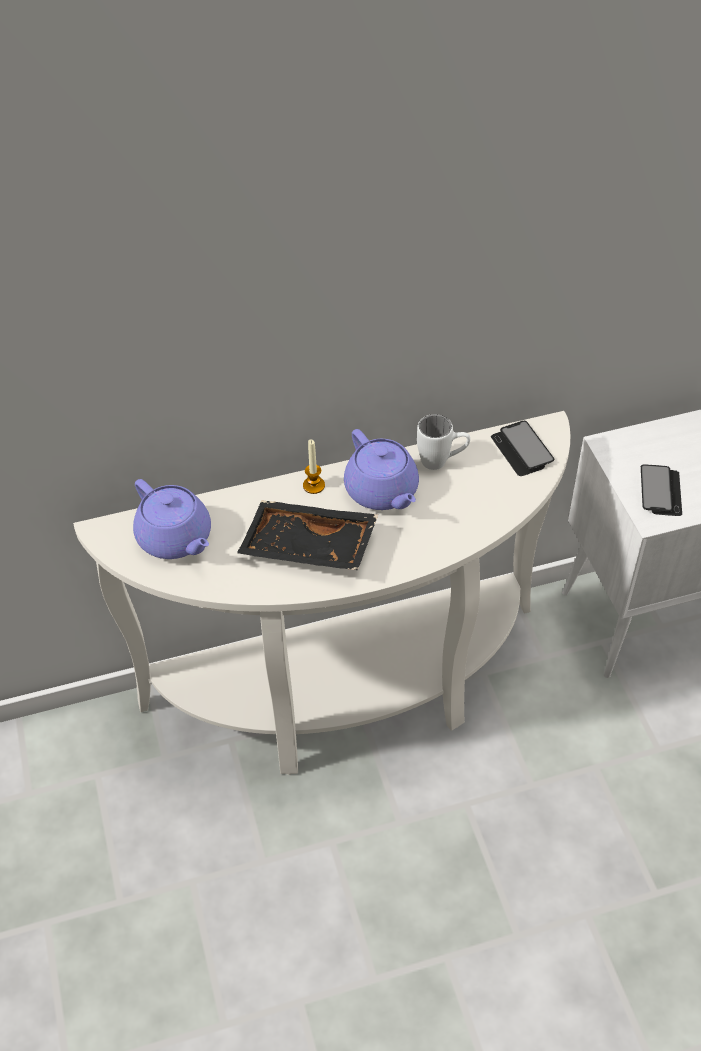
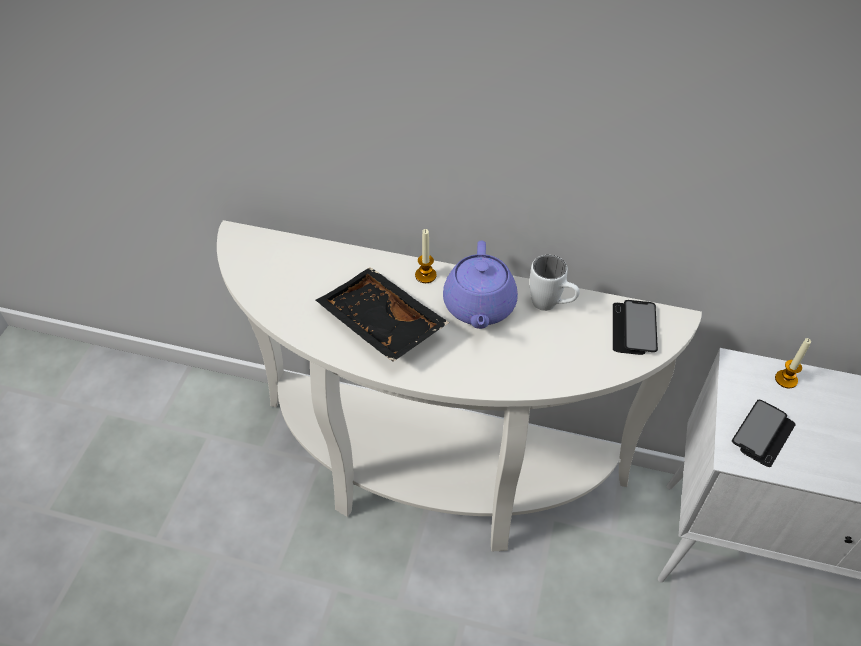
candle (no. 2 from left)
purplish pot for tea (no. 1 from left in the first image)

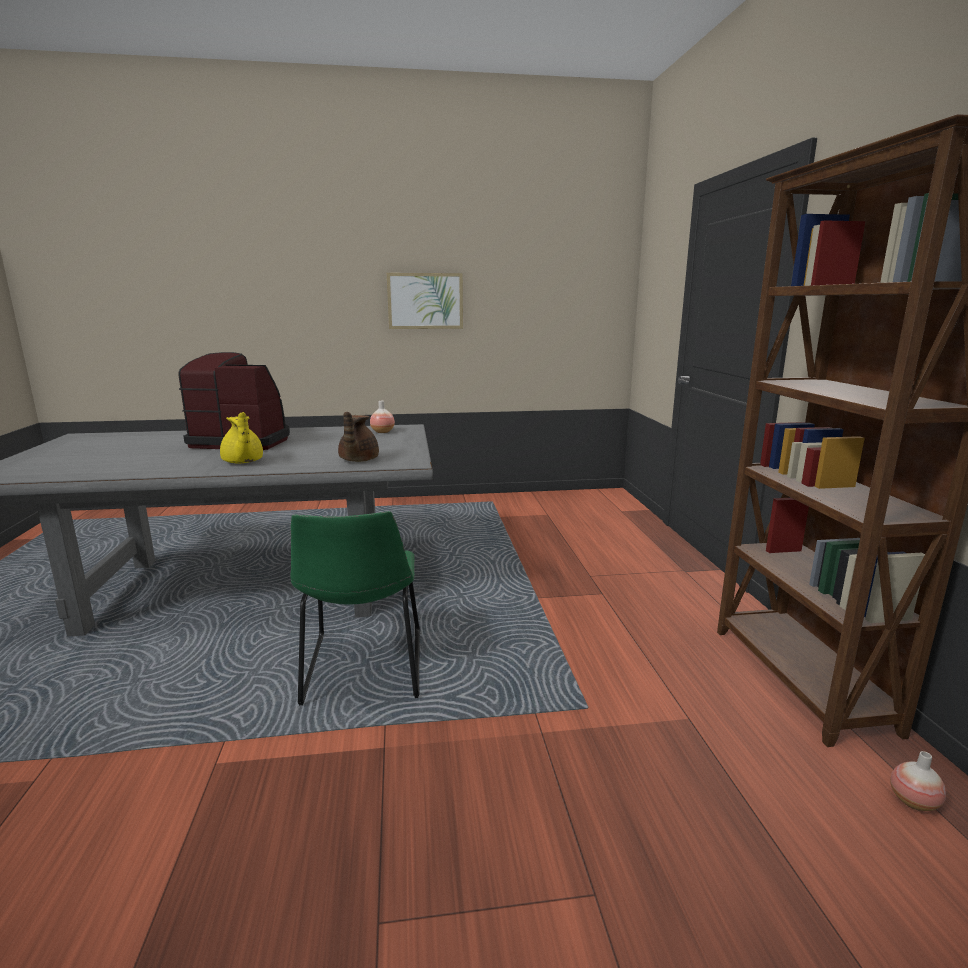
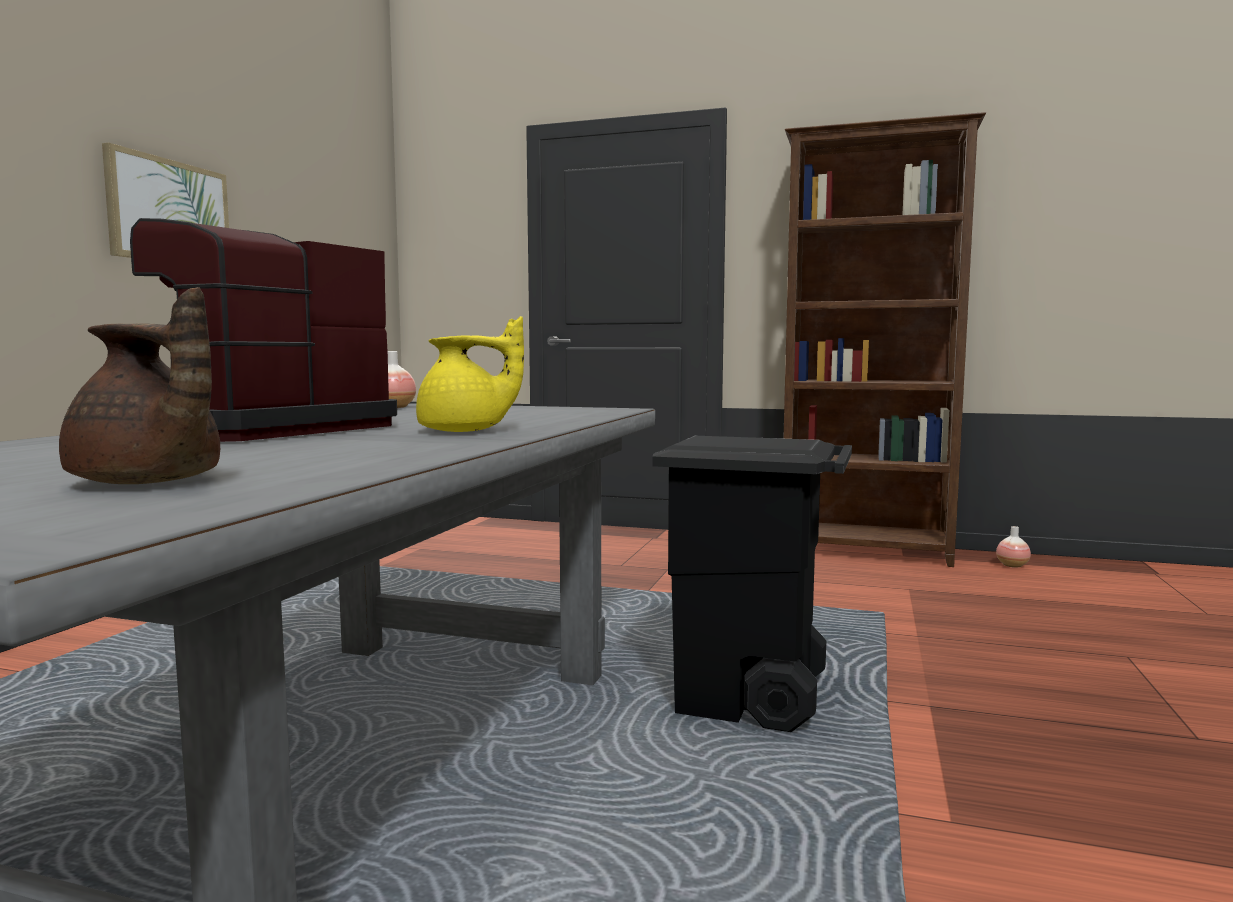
brown-coloured pot for tea
blackish trash can

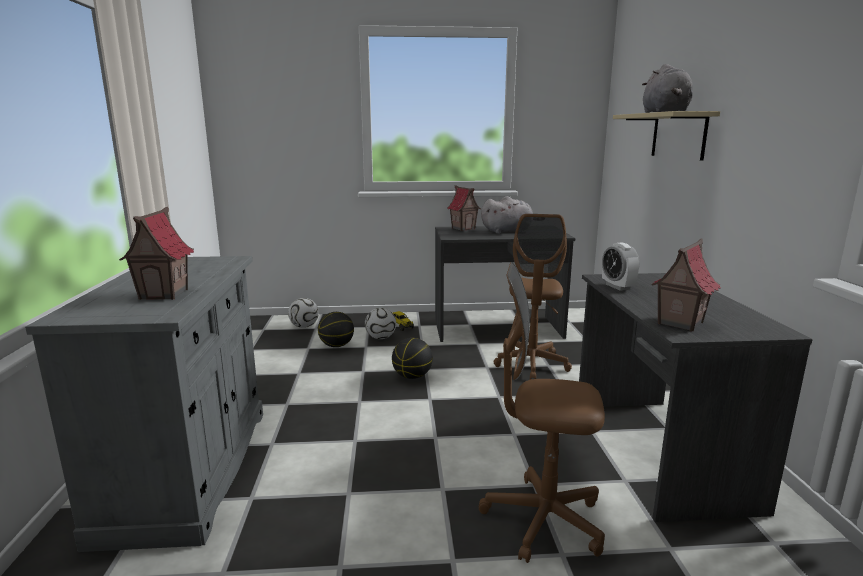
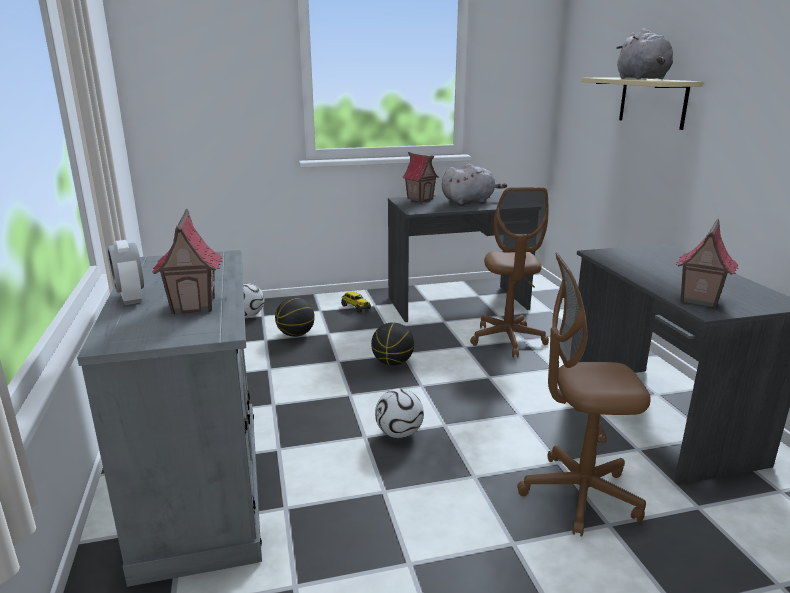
bedside clock
football ball (no. 2 from left)

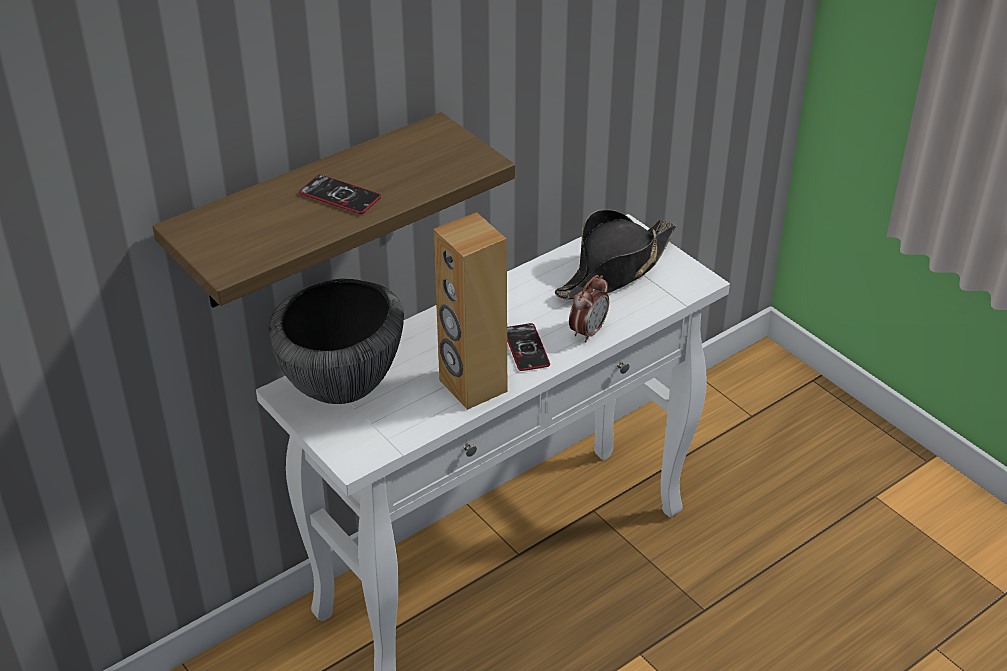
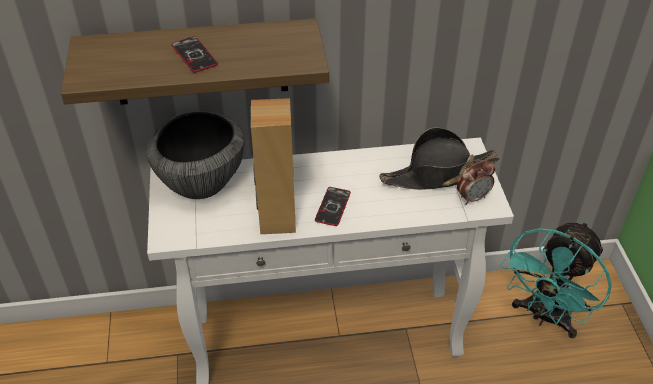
bedside clock
turquoise-coloured cooling fan

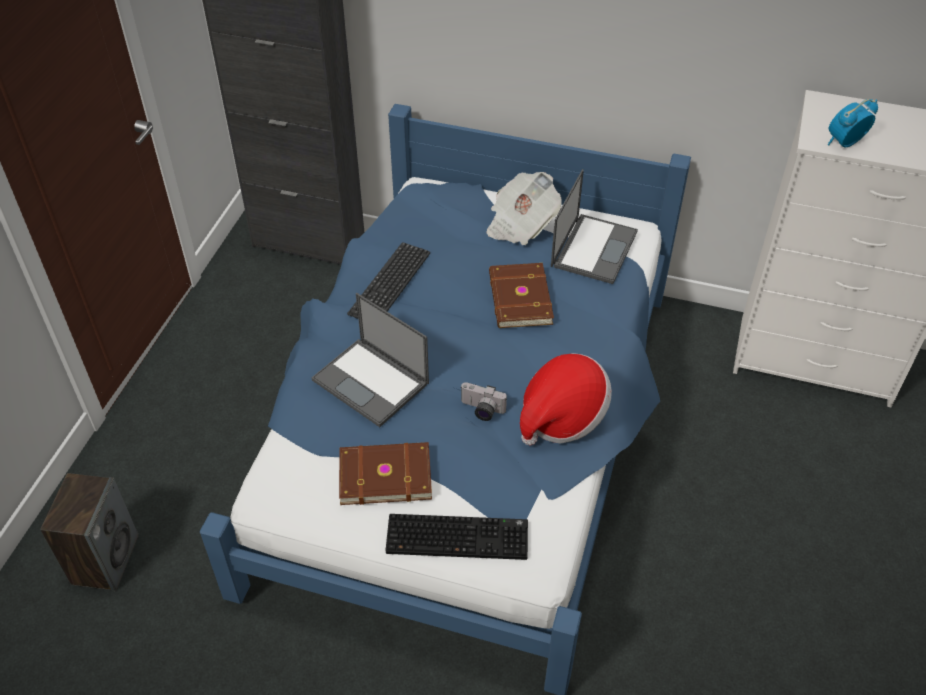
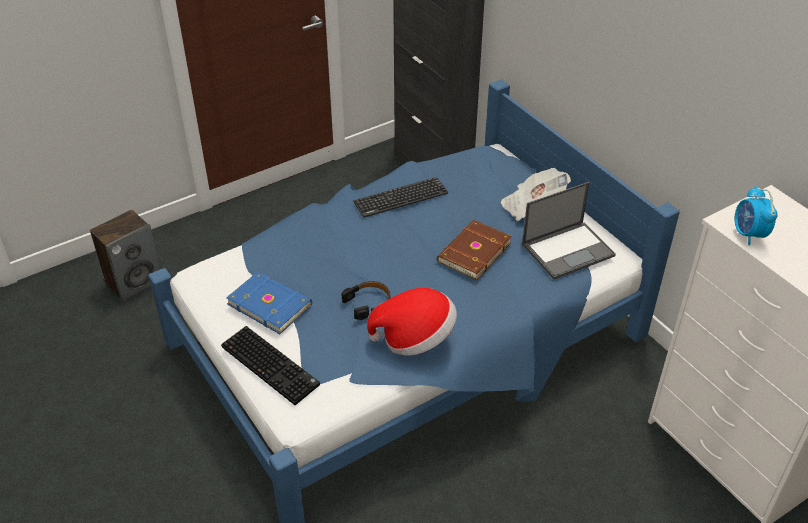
blue bound book
blackish headset
bedside clock
laptop (no. 1 from left in the first image)

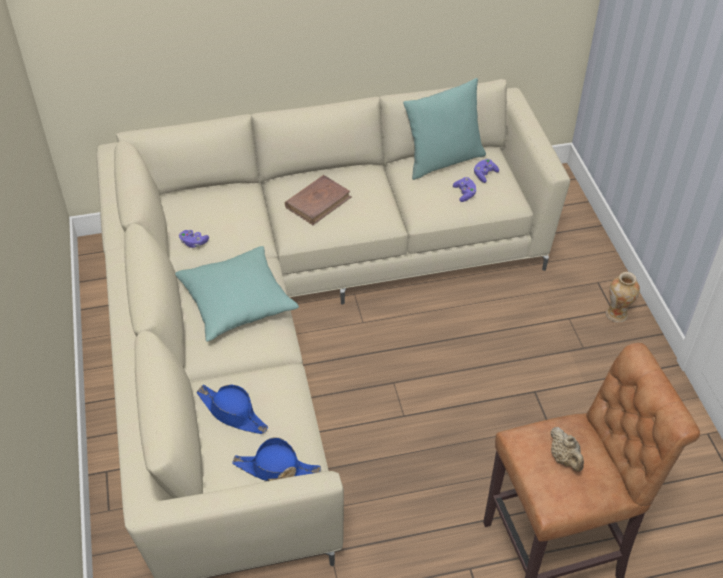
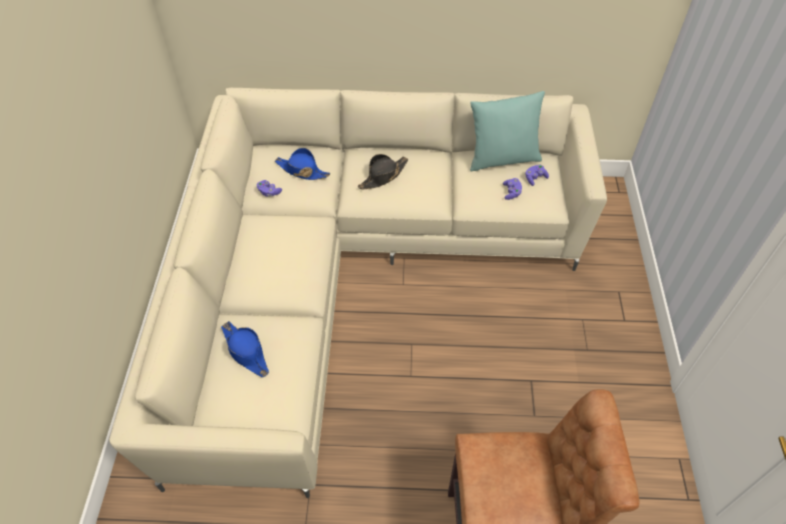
blue clothing hat (no. 2 from left)
blackish clothing hat
turquoise-coloured throw pillow (no. 1 from left in the first image)
beige pot for tea
decorative vase

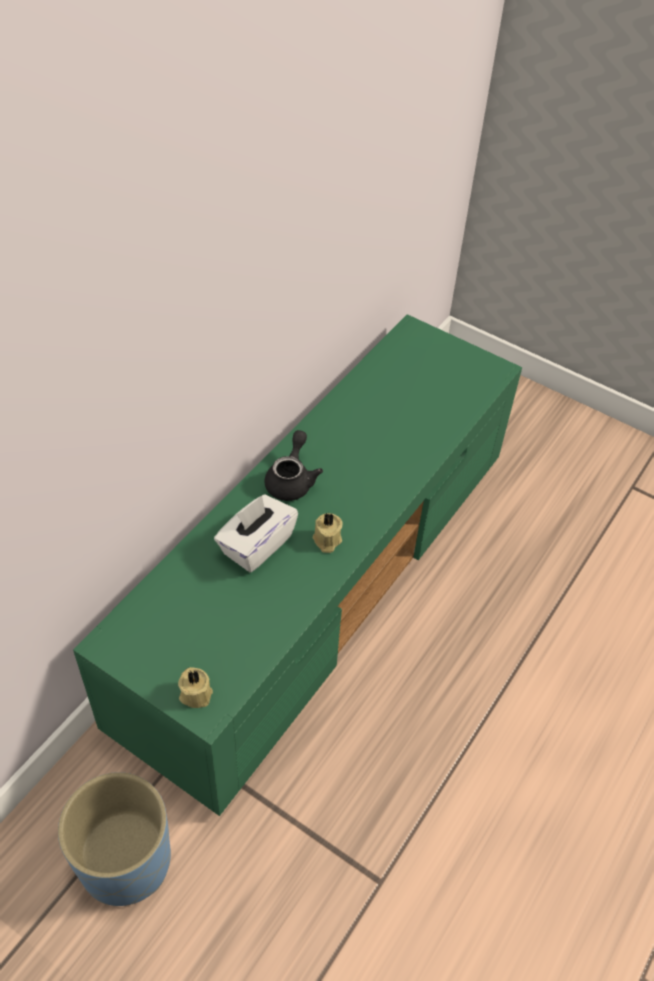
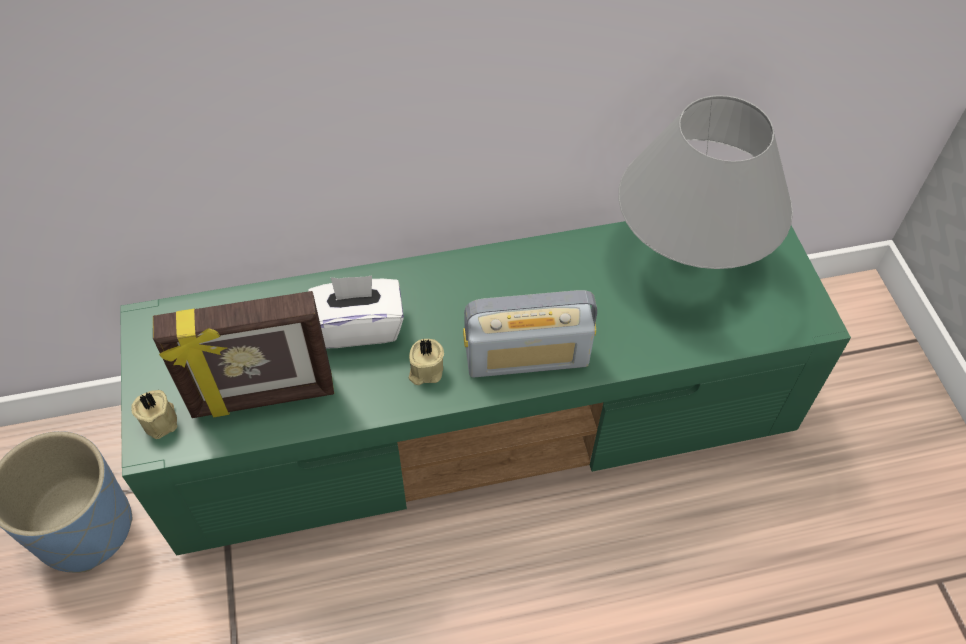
standing frame
radio receiver
greyish table lamp
blackish pot for tea

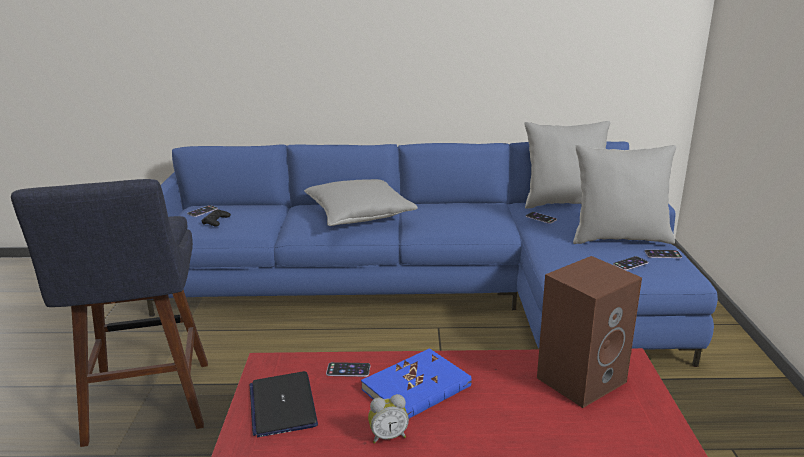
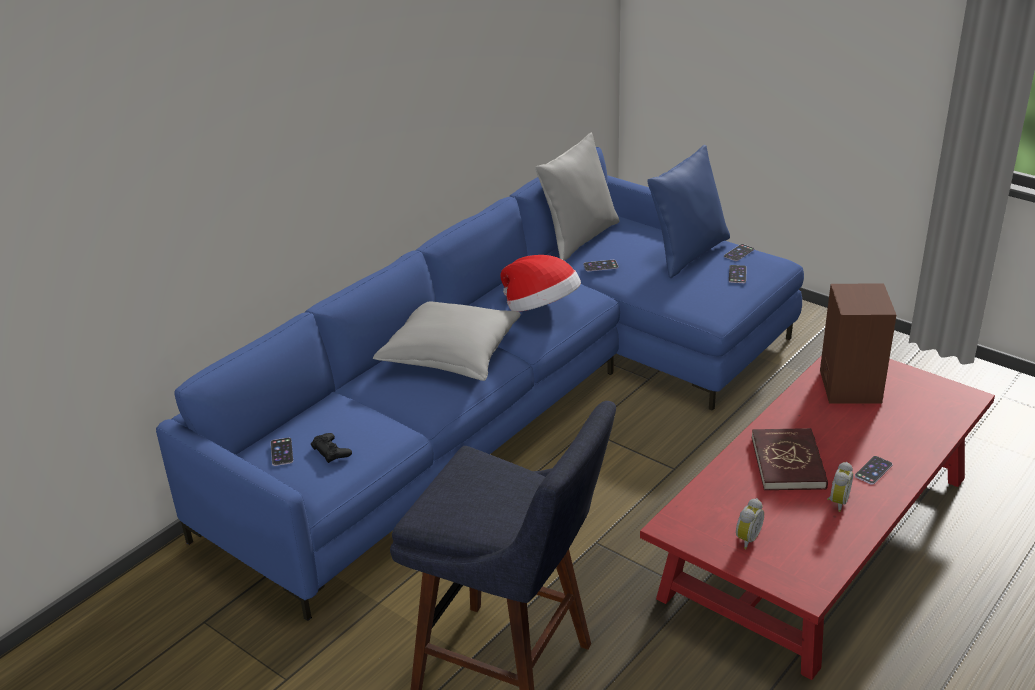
clothing hat
blue throw pillow
bedside clock (no. 1 from left)
red-coloured bound book
phone (no. 5 from left)

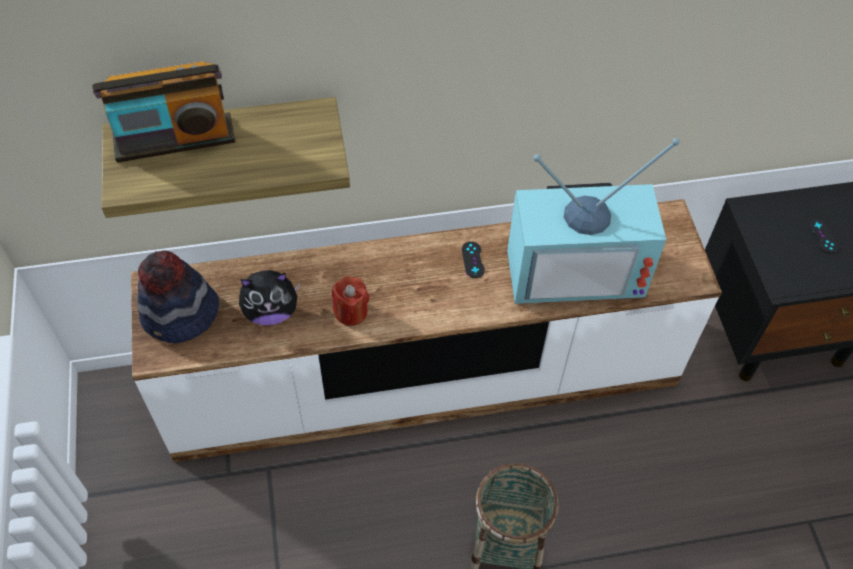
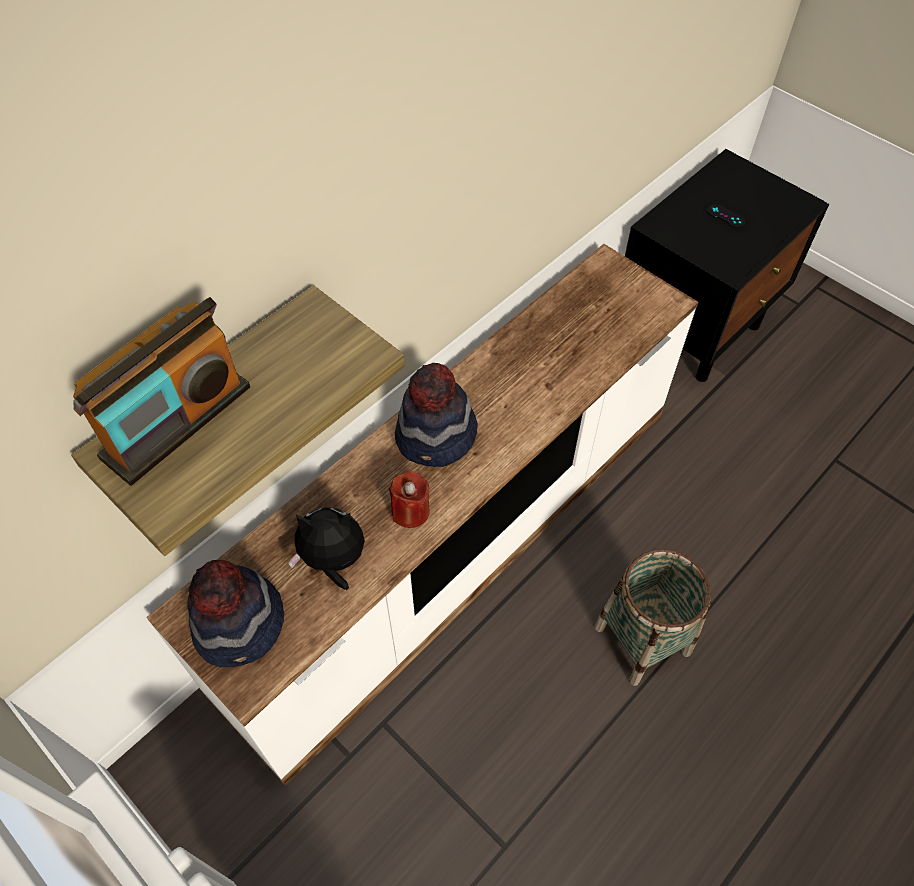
soft toy
clothing hat (no. 2 from left)
blackish game controller (no. 1 from left in the first image)
television

